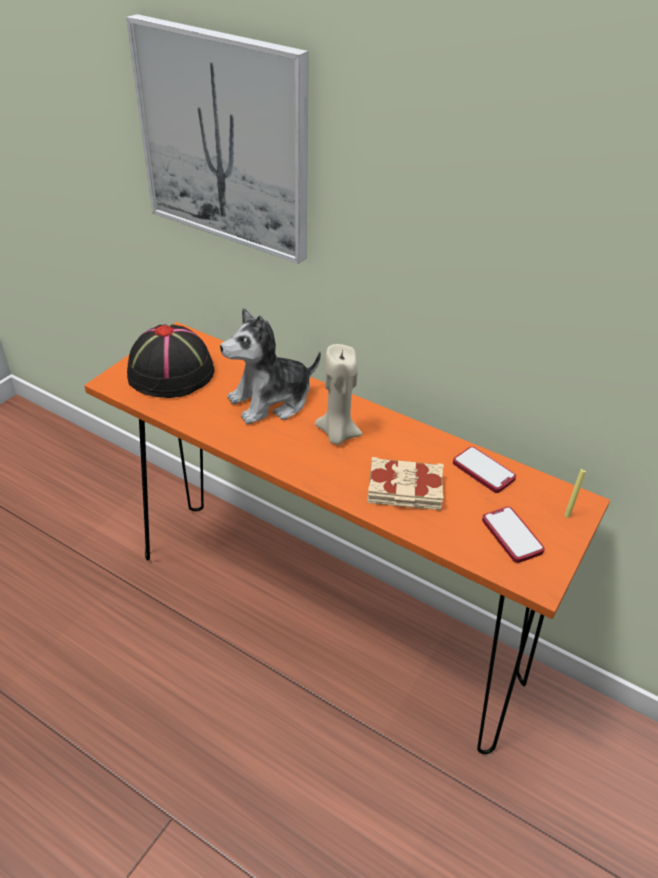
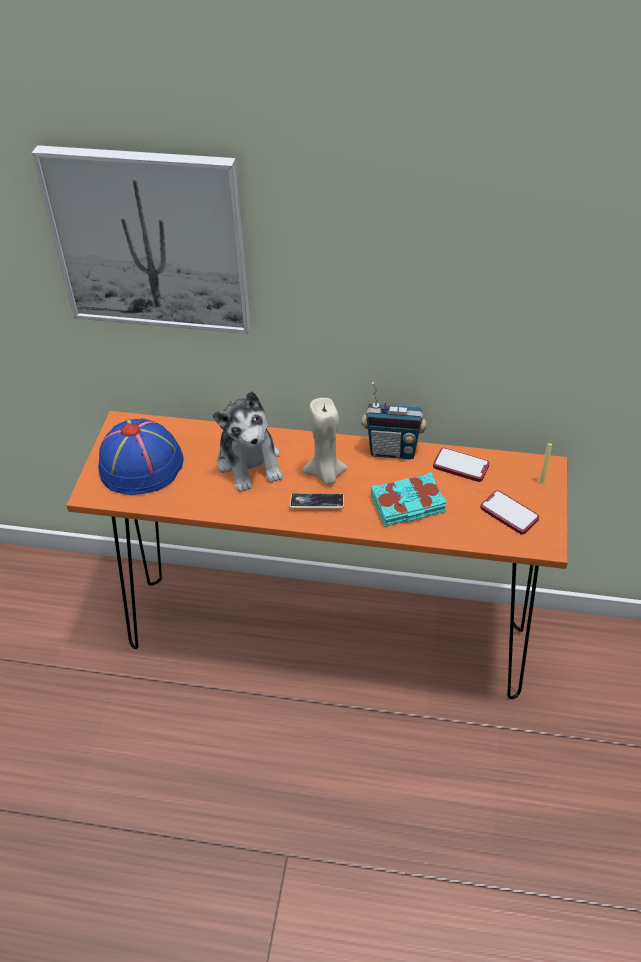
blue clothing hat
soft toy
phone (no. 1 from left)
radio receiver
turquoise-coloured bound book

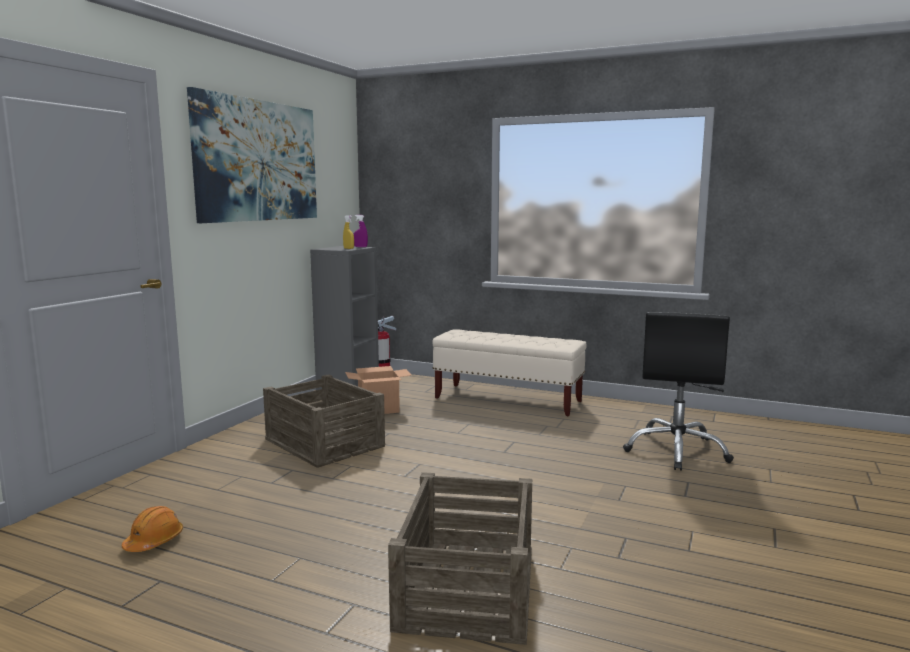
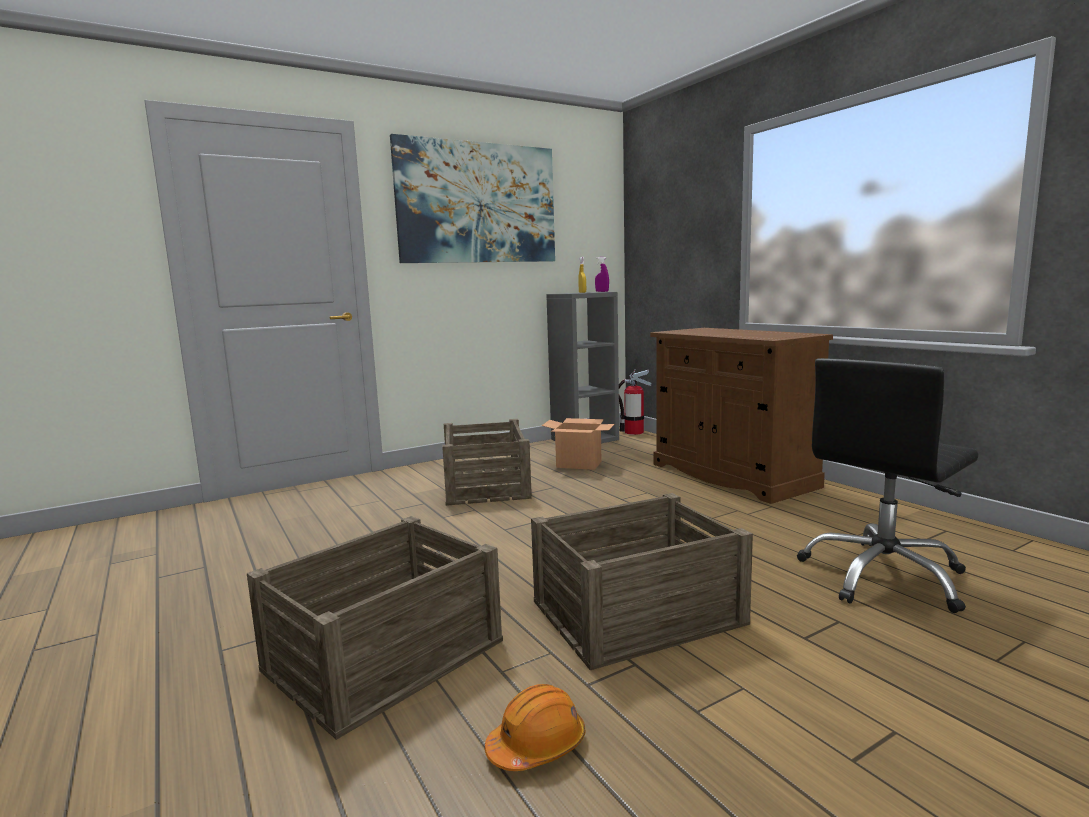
orange work helmet
shipping crate (no. 3 from left)
brown-coloured cabinet

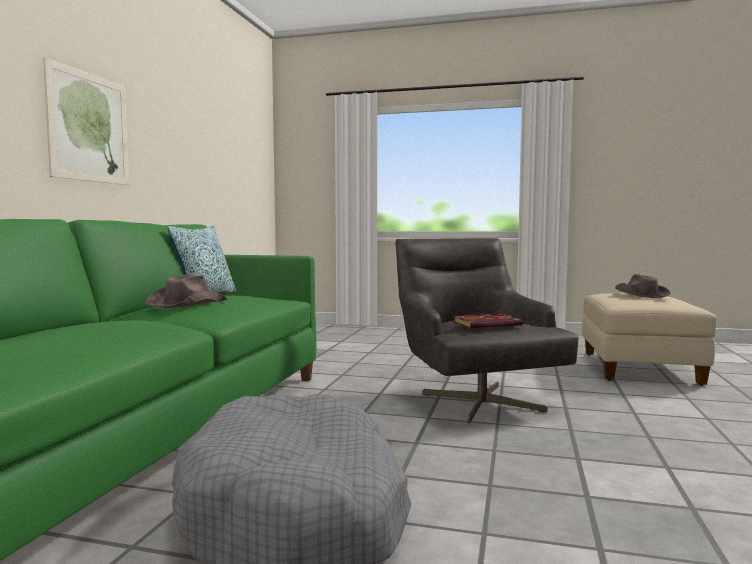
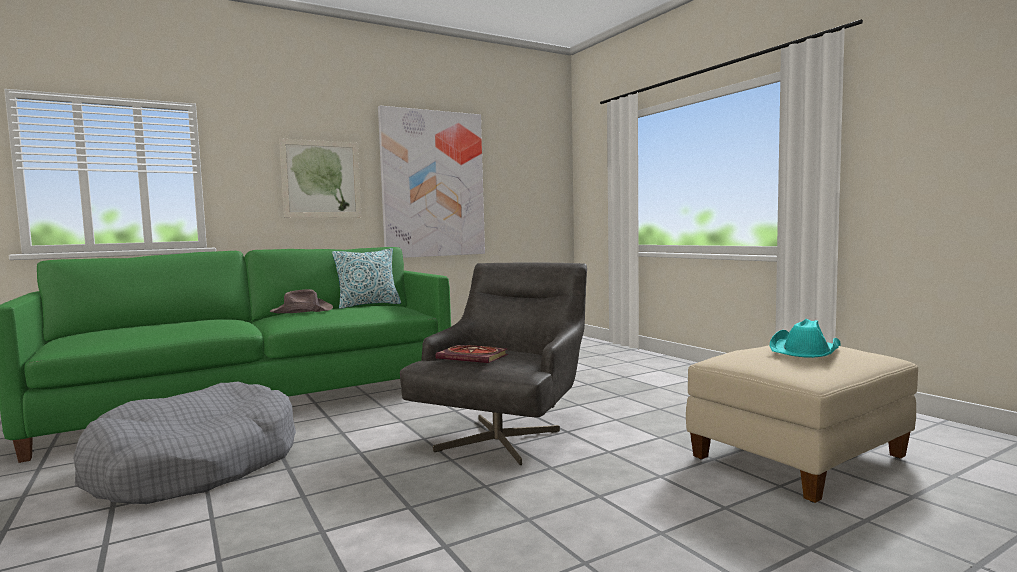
picture (no. 2 from left)
turquoise-coloured clothing hat

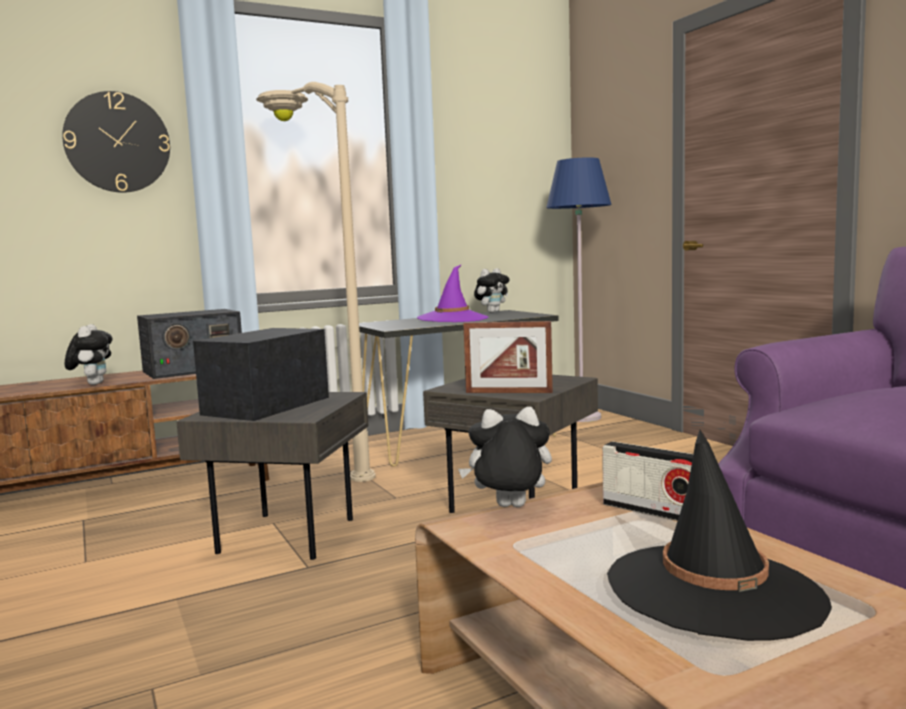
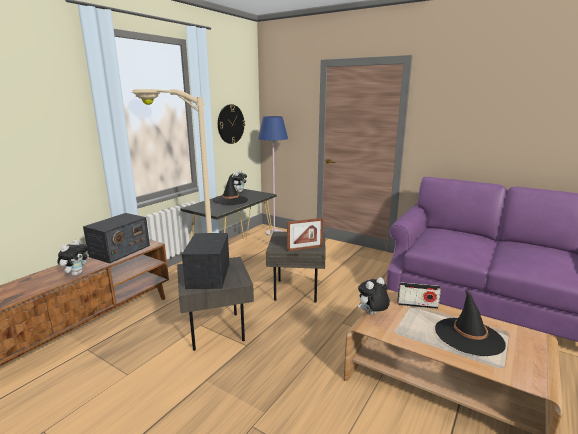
soft toy (no. 1 from left)
blackish clothing hat (no. 1 from left)
clock on the wall

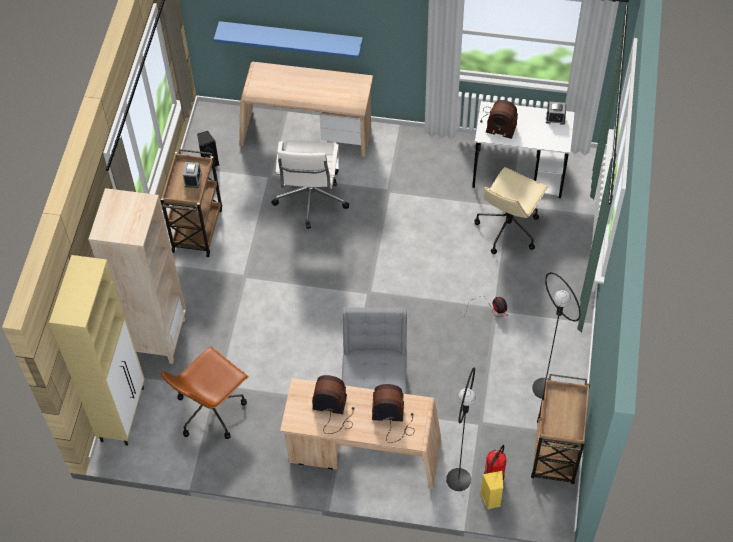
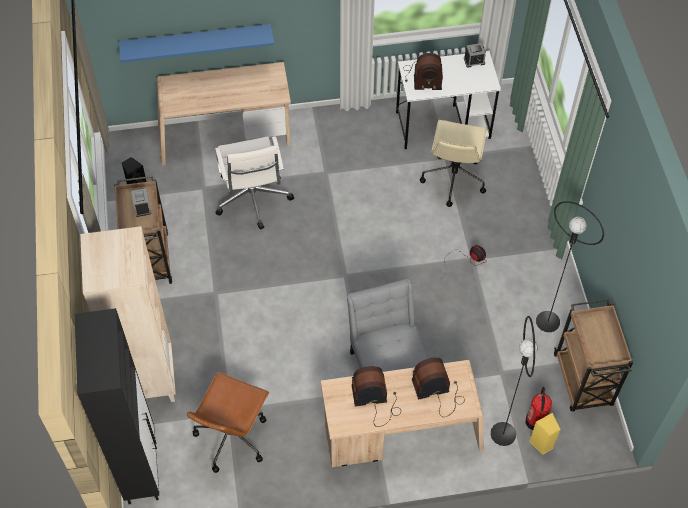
blackish cabinet

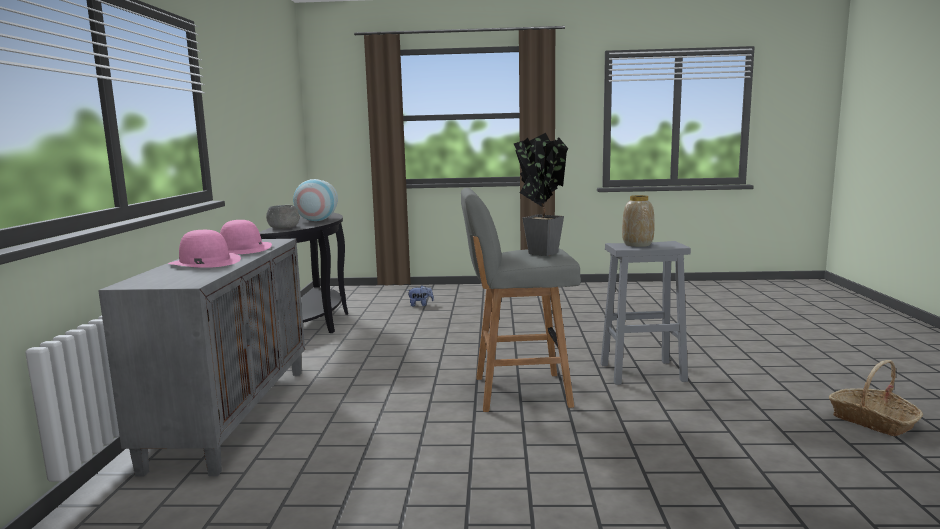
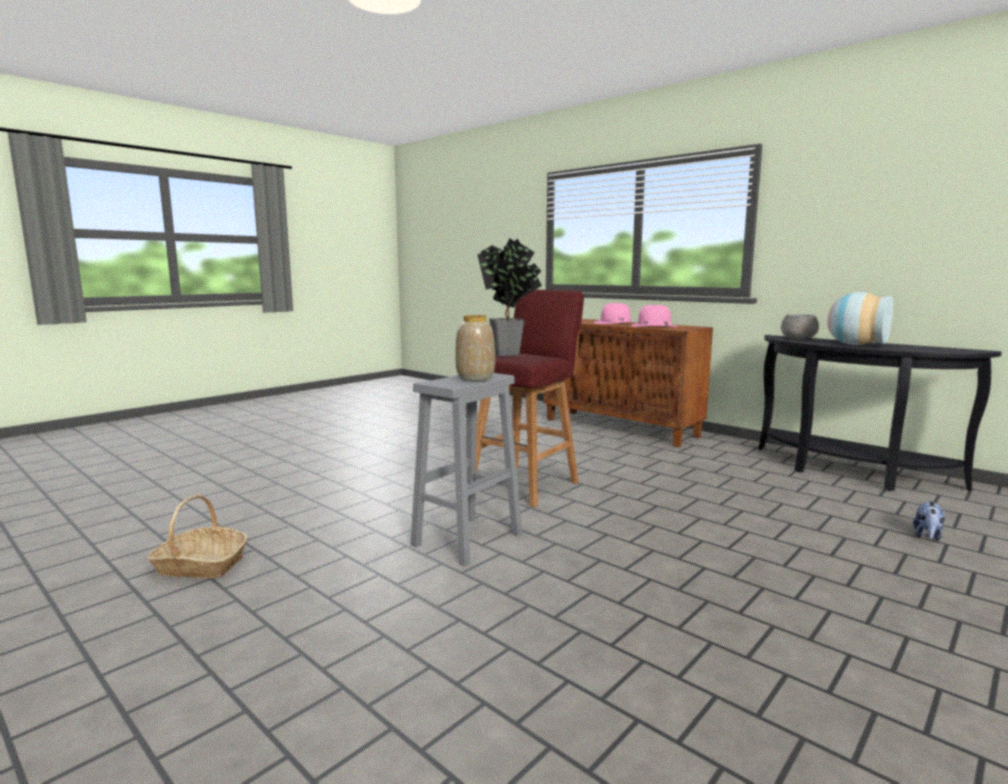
red-coloured stool
brown-coloured cabinet

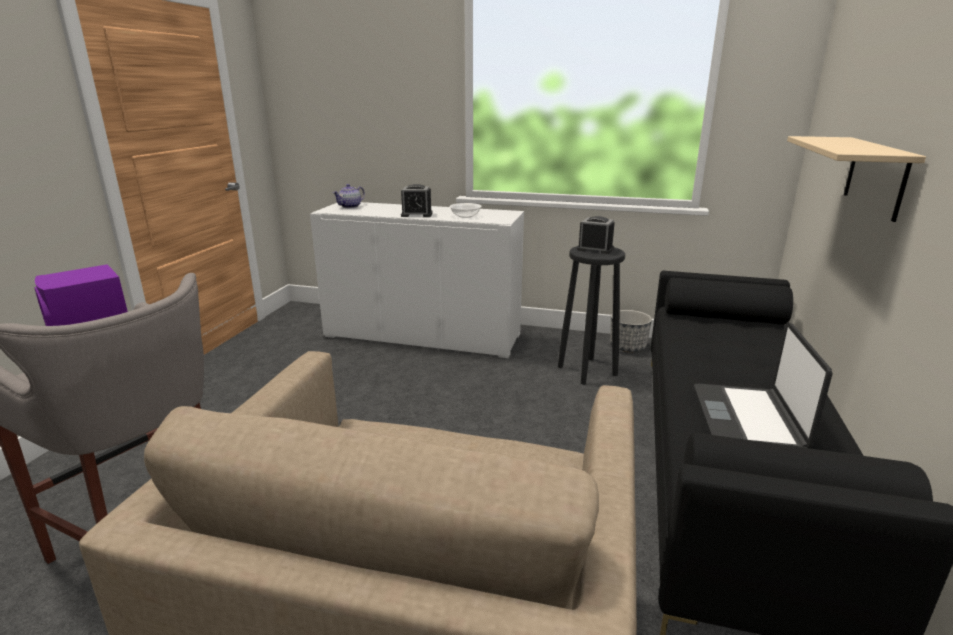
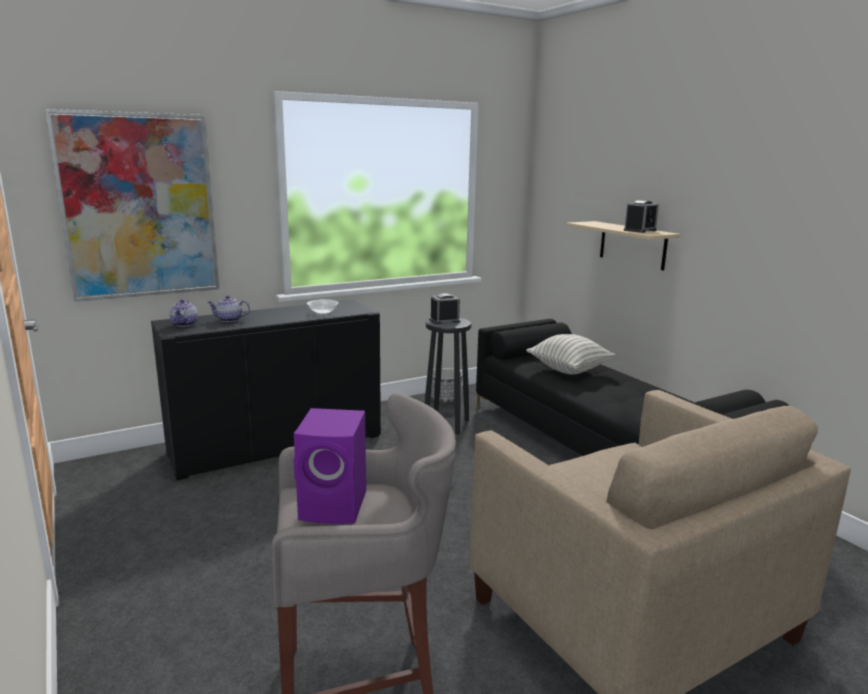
picture
blackish cabinet
pot for tea (no. 2 from left)
throw pillow
bedside clock (no. 2 from left)
laptop

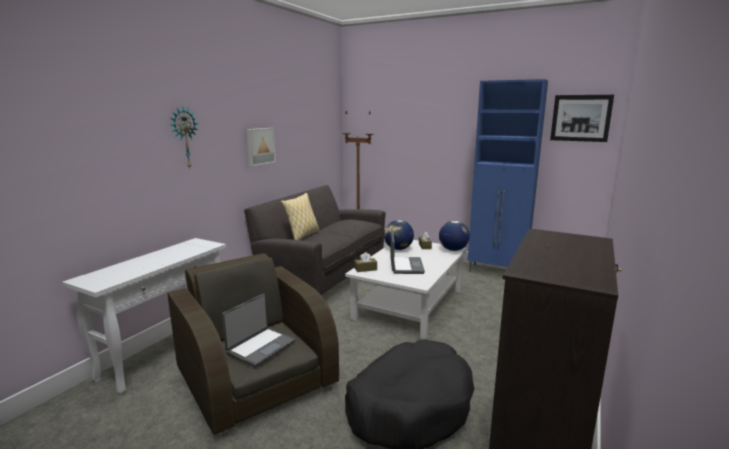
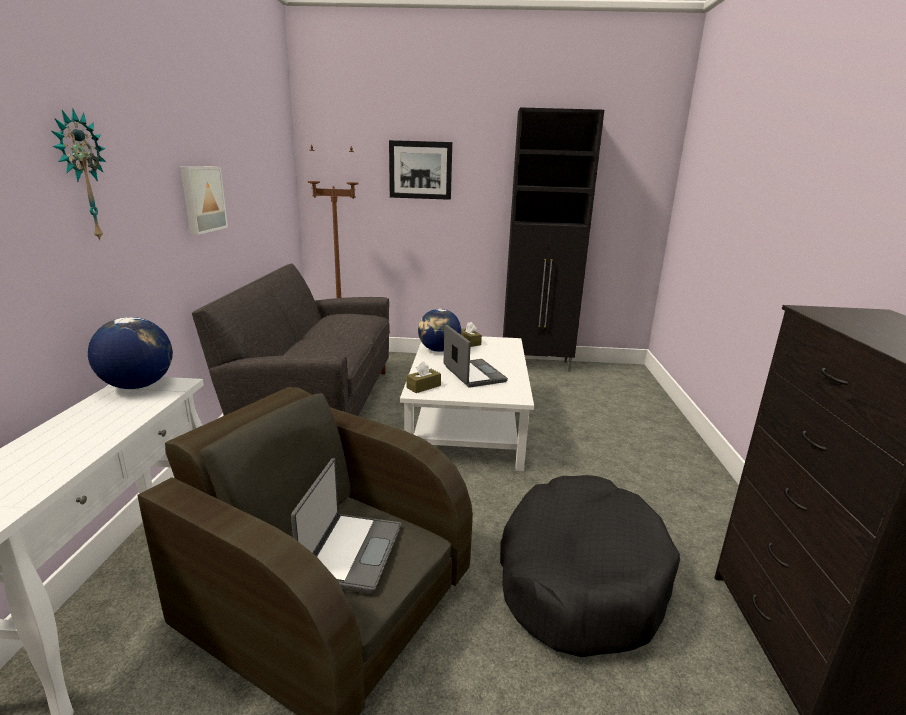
world globe (no. 1 from left)
picture (no. 2 from left)
blackish cabinet
throw pillow

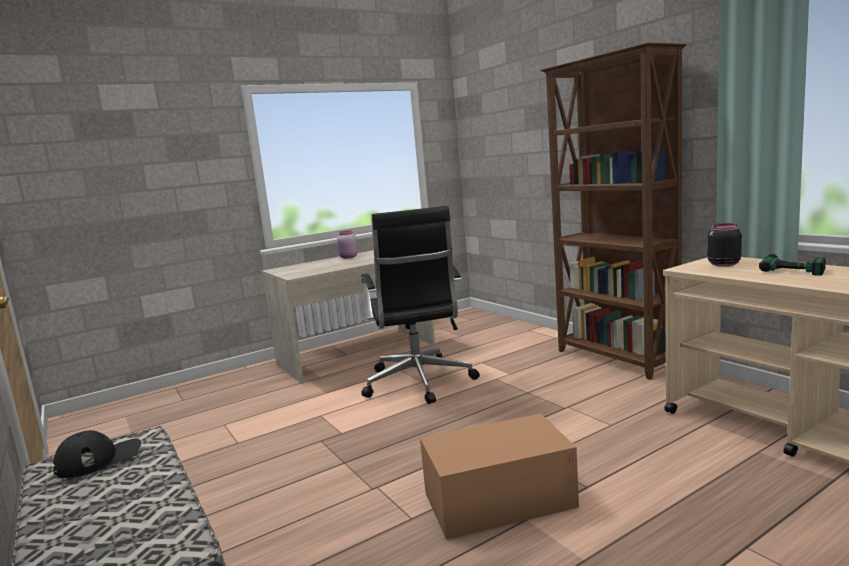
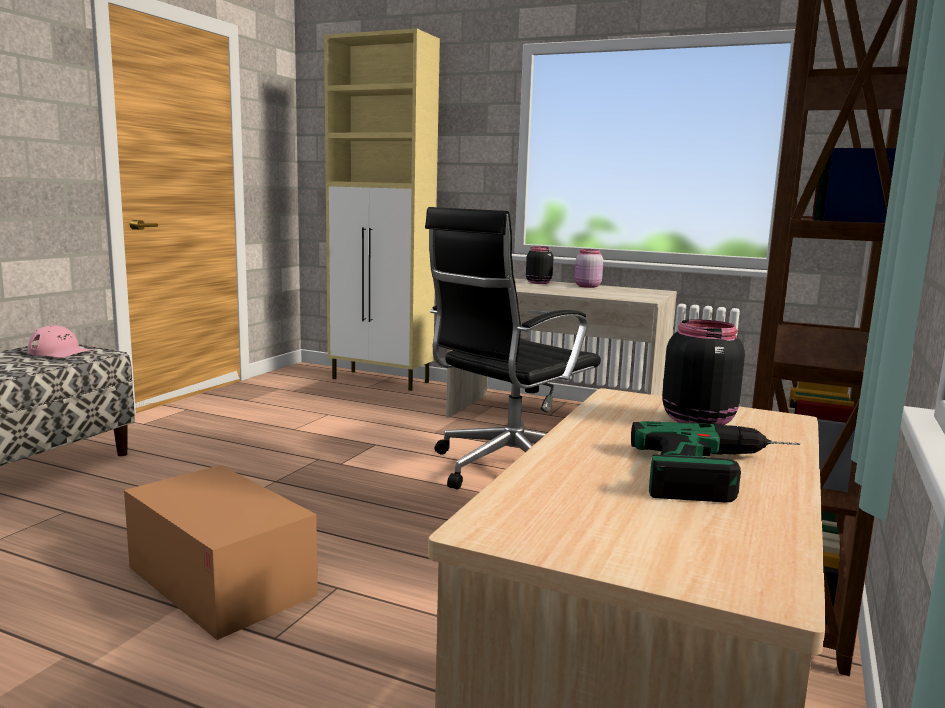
pinkish baseball cap
beige cabinet
blackish preserve jar (no. 1 from left)

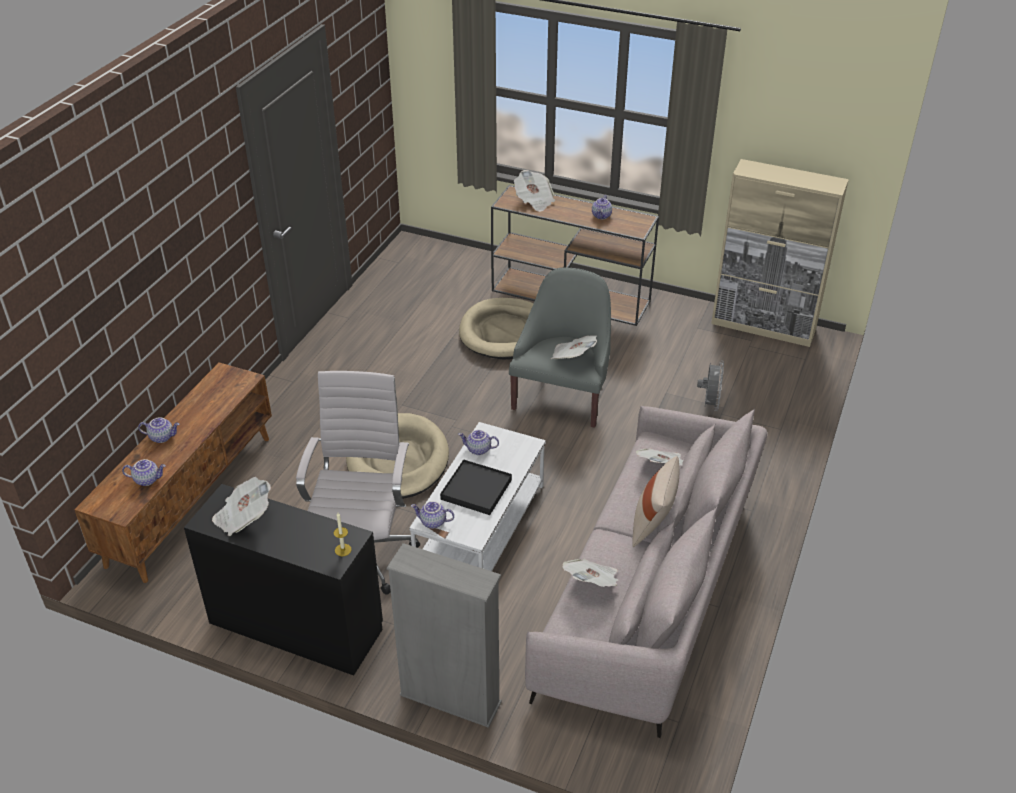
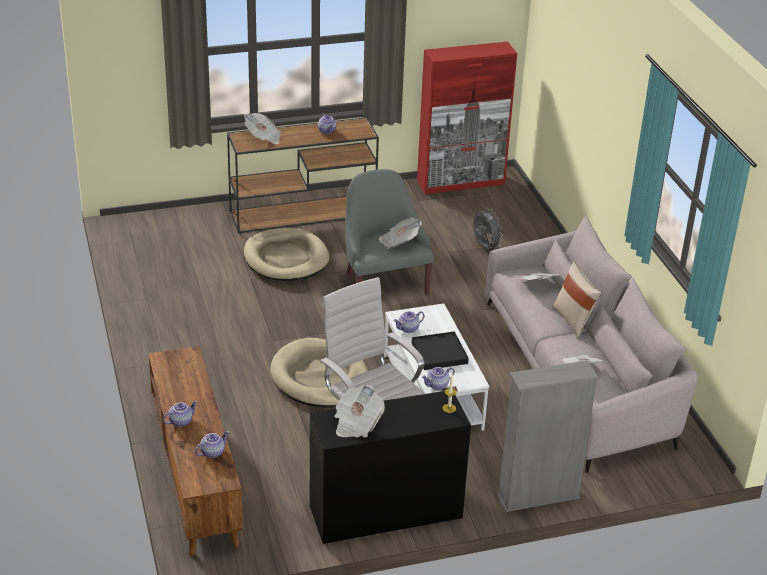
red-coloured cabinet

